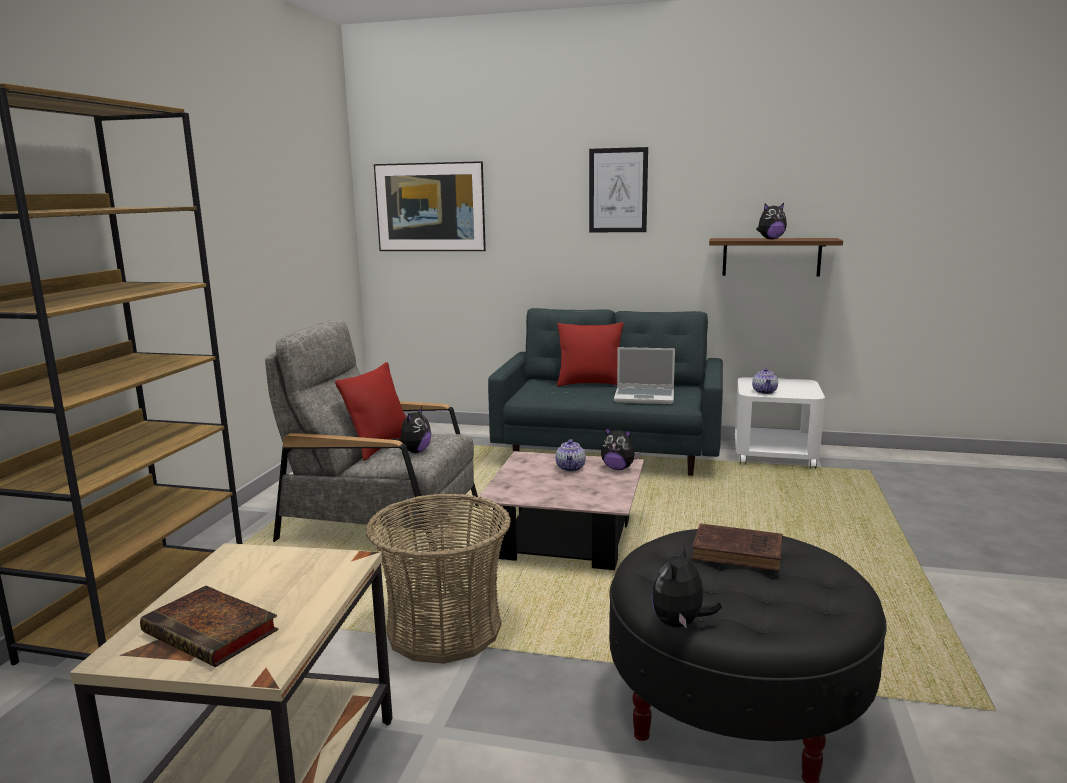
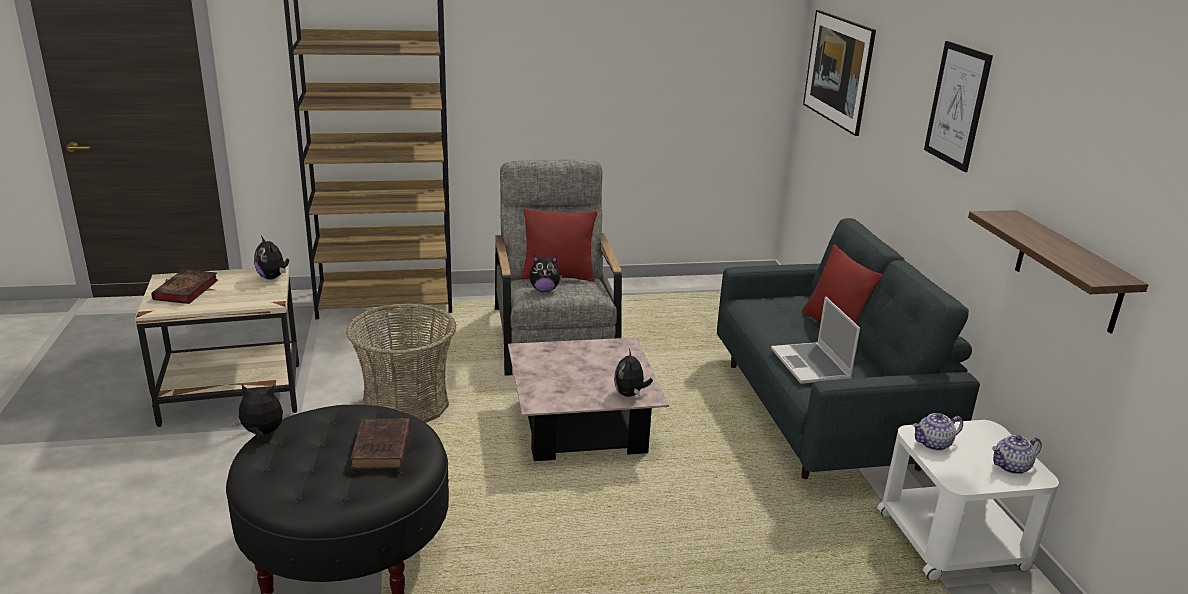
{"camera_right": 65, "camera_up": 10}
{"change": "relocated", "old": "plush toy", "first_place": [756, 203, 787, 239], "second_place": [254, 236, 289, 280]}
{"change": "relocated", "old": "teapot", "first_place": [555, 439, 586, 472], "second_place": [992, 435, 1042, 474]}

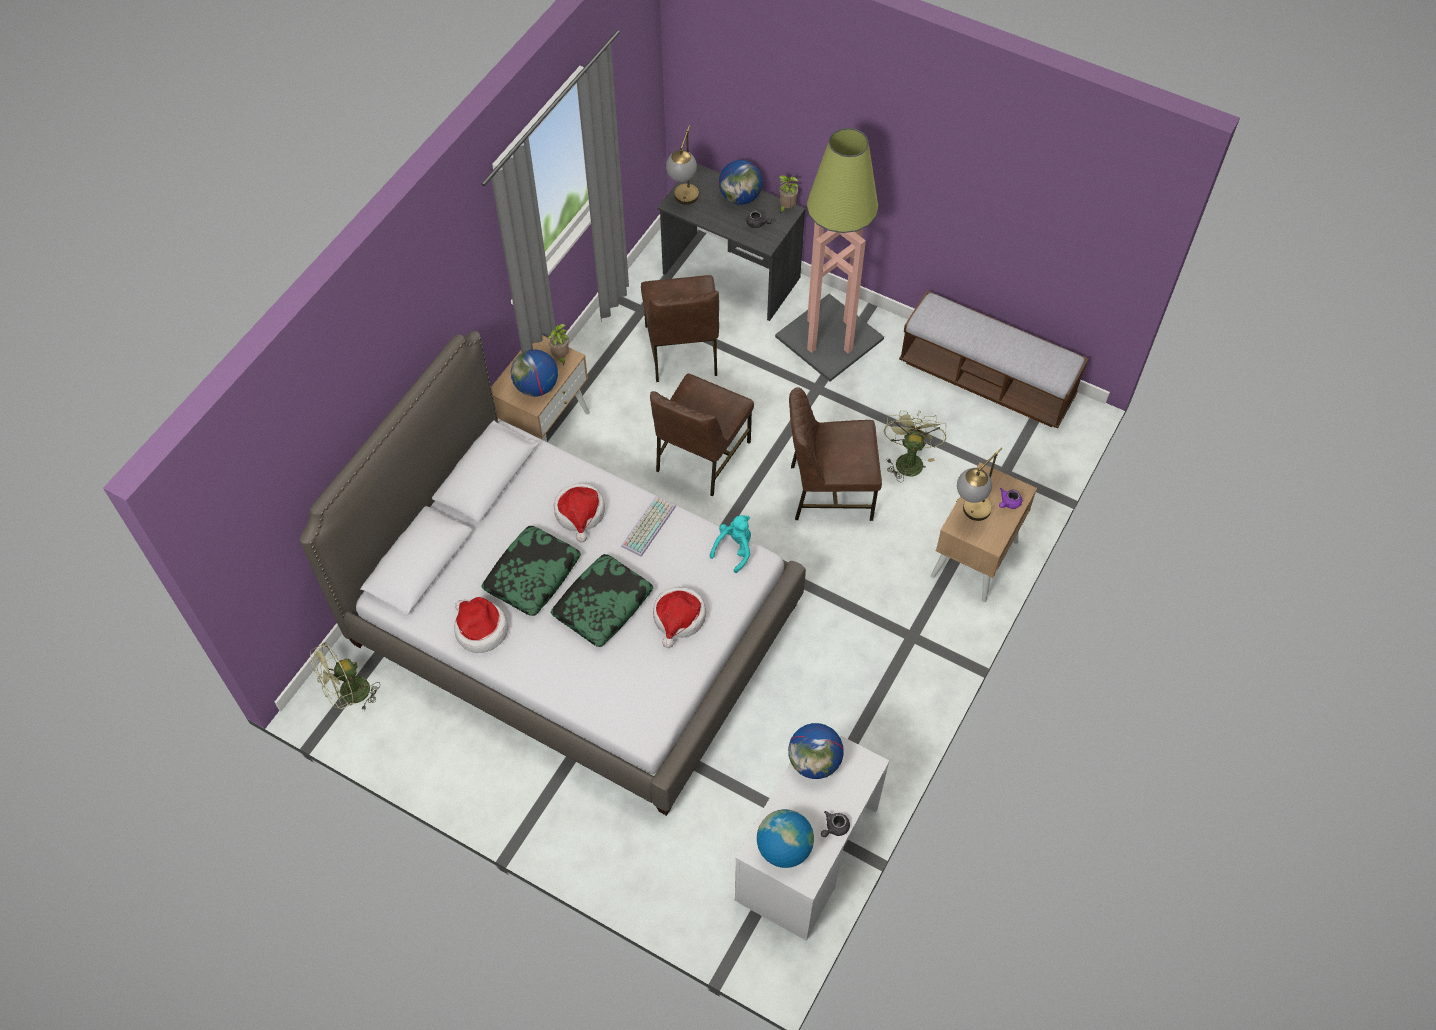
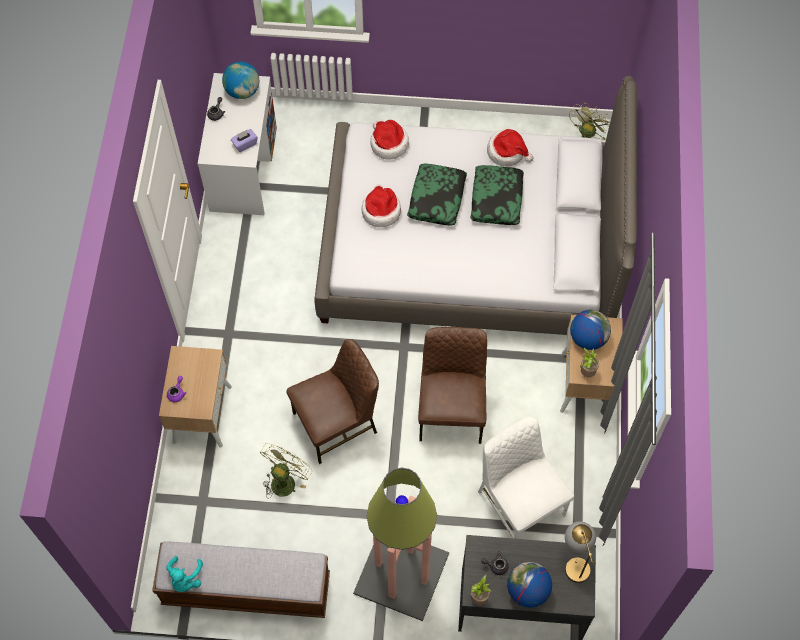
{"camera_right": 155, "camera_up": 5}
{"change": "colour", "old": "brown chair", "new": "white chair", "first_place": [641, 275, 719, 382], "second_place": [478, 417, 574, 539]}
{"change": "spun", "old": "green fan", "first_place": [884, 410, 946, 482], "second_place": [260, 443, 312, 499], "degrees": -135}
{"change": "missing", "old": "table lamp", "first_place": [957, 448, 1002, 521]}
{"change": "relocated", "old": "hat", "first_place": [554, 483, 605, 542], "second_place": [370, 120, 409, 160]}
{"change": "missing", "old": "keyboard", "first_place": [621, 496, 676, 557]}
{"change": "relocated", "old": "turquoise plush toy", "first_place": [710, 515, 751, 573], "second_place": [166, 556, 203, 592]}
{"change": "exchanged", "old": "globe", "new": "purple tissue box", "first_place": [788, 723, 844, 779], "second_place": [231, 129, 258, 152]}

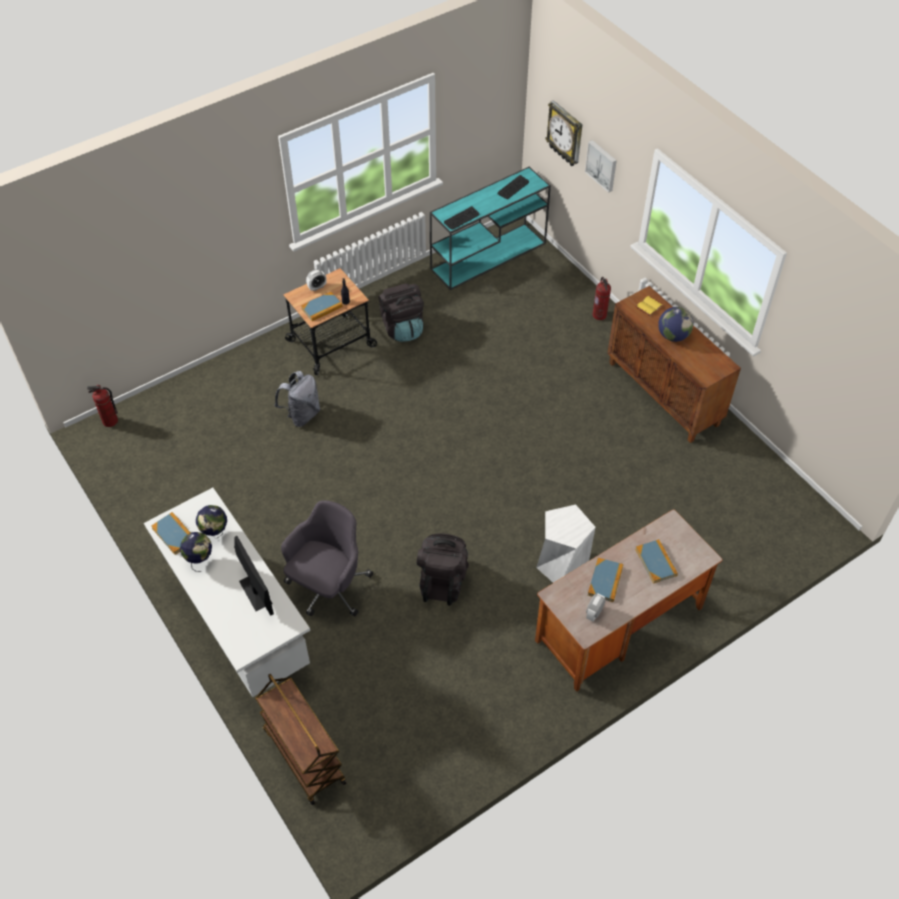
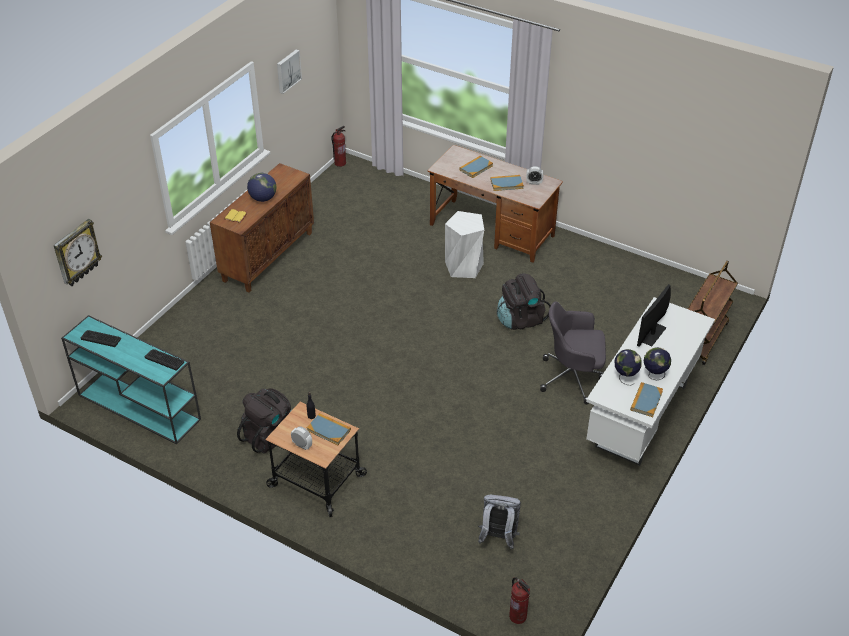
{"camera_right": -115, "camera_up": -10}
{"change": "relocated", "old": "picture", "first_place": [585, 140, 617, 193], "second_place": [277, 49, 302, 94]}
{"change": "relocated", "old": "fire extinguisher", "first_place": [593, 277, 611, 320], "second_place": [331, 126, 346, 167]}
{"change": "relocated", "old": "grey backpack", "first_place": [275, 371, 320, 427], "second_place": [478, 495, 521, 549]}

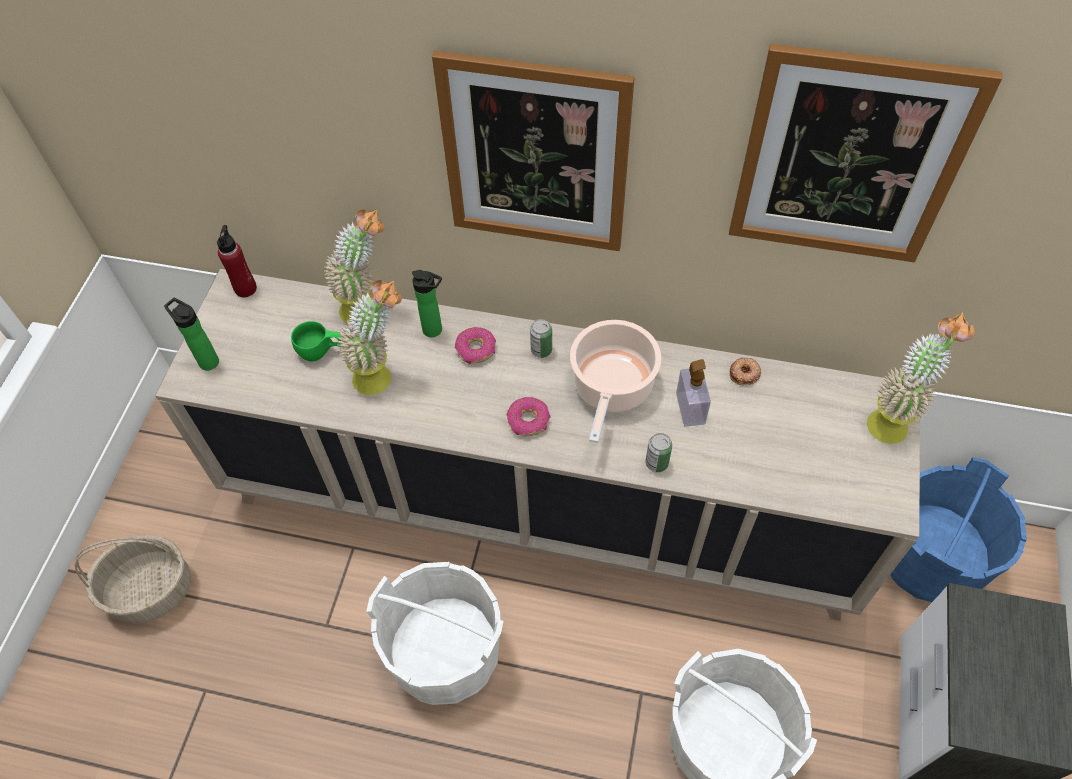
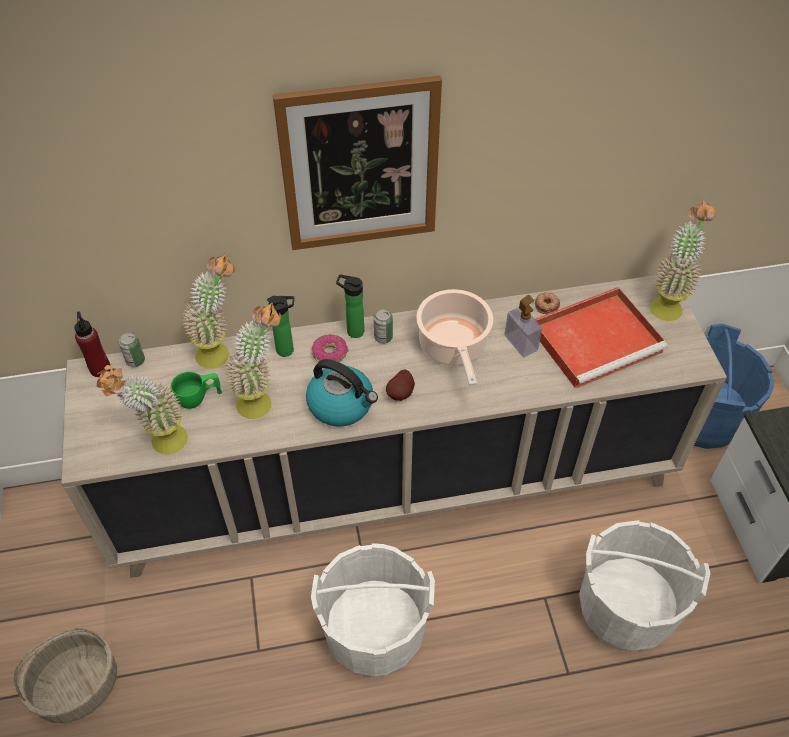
{"camera_right": -25, "camera_up": -5}
{"change": "missing", "old": "picture", "first_place": [729, 44, 1003, 262]}
{"change": "relocated", "old": "bottle", "first_place": [164, 298, 219, 371], "second_place": [336, 275, 364, 338]}
{"change": "exchanged", "old": "donut", "new": "potato", "first_place": [506, 397, 551, 436], "second_place": [386, 369, 415, 401]}
{"change": "relocated", "old": "can", "first_place": [646, 433, 672, 472], "second_place": [119, 332, 145, 367]}
{"change": "appeared", "new": "red tray", "second_place": [535, 287, 668, 389]}
{"change": "appeared", "new": "kettle", "second_place": [306, 359, 378, 427]}
{"change": "appeared", "new": "potted plant", "second_place": [97, 365, 188, 455]}

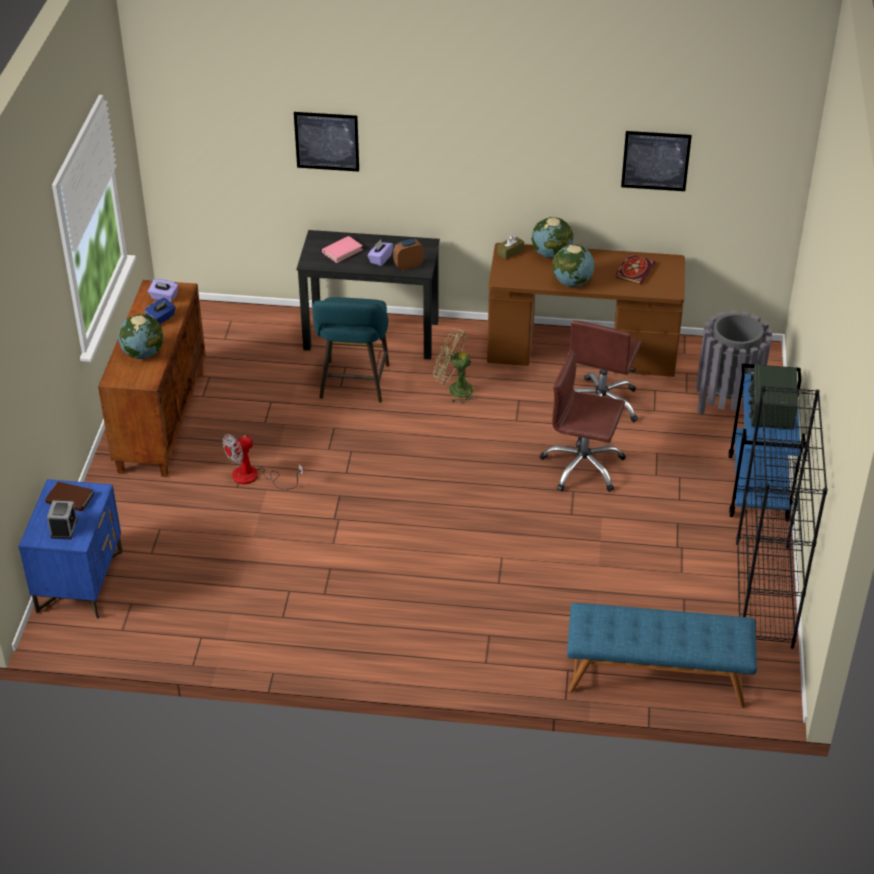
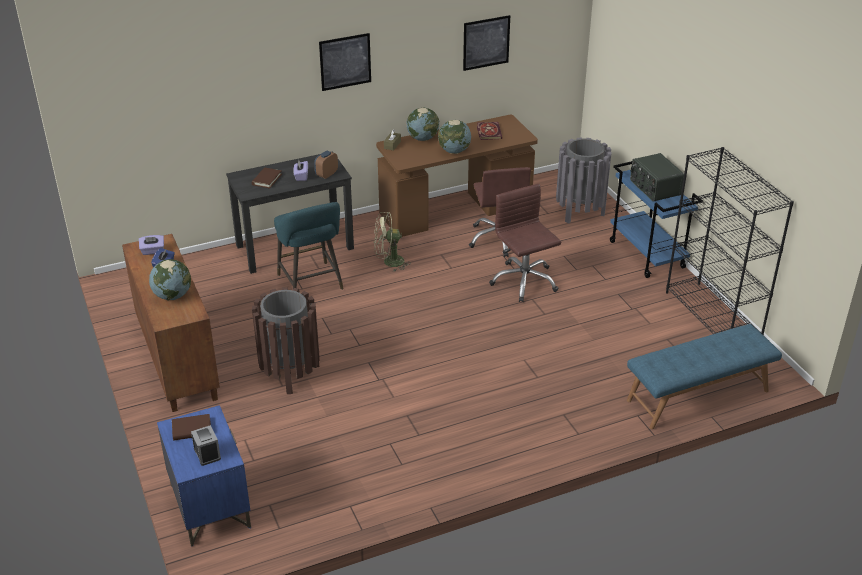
{"camera_right": -30, "camera_up": -5}
{"change": "relocated", "old": "picture", "first_place": [294, 112, 359, 172], "second_place": [319, 33, 371, 91]}
{"change": "colour", "old": "pink book", "new": "brown book", "first_place": [322, 236, 363, 263], "second_place": [252, 168, 282, 189]}
{"change": "spun", "old": "brown office chair", "first_place": [540, 350, 626, 492], "second_place": [489, 184, 561, 302], "degrees": 75}
{"change": "exchanged", "old": "fan", "new": "brown trash can", "first_place": [222, 434, 303, 490], "second_place": [252, 287, 320, 394]}

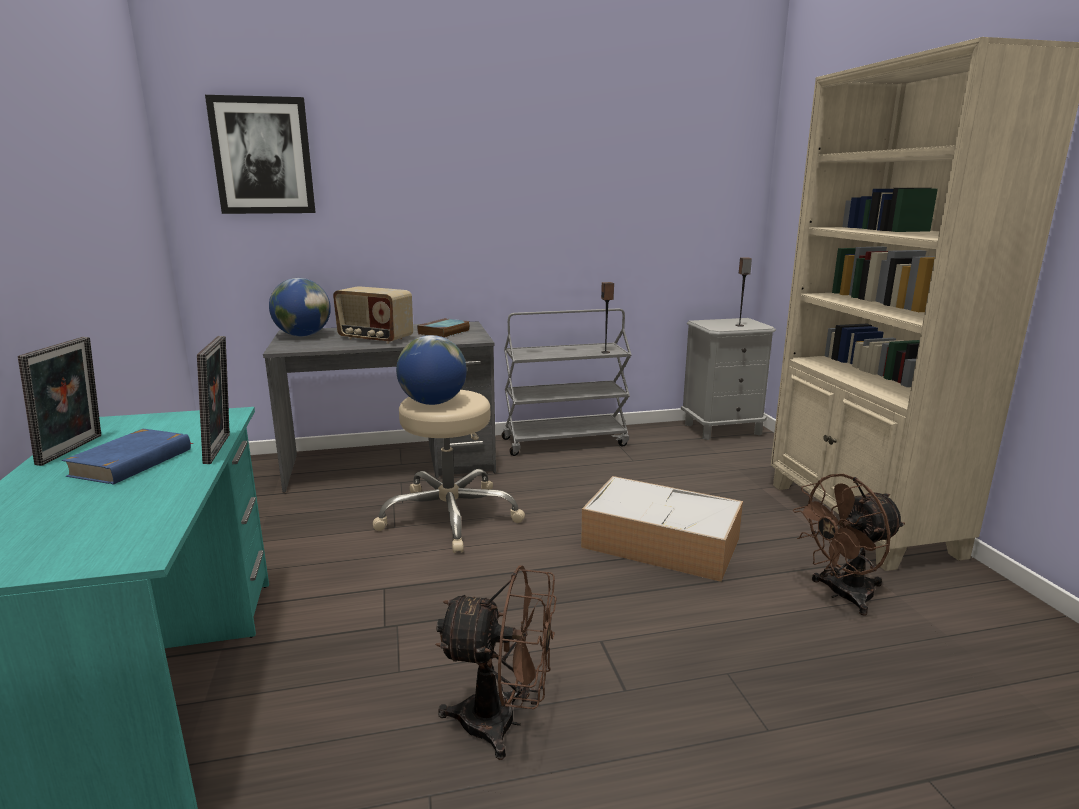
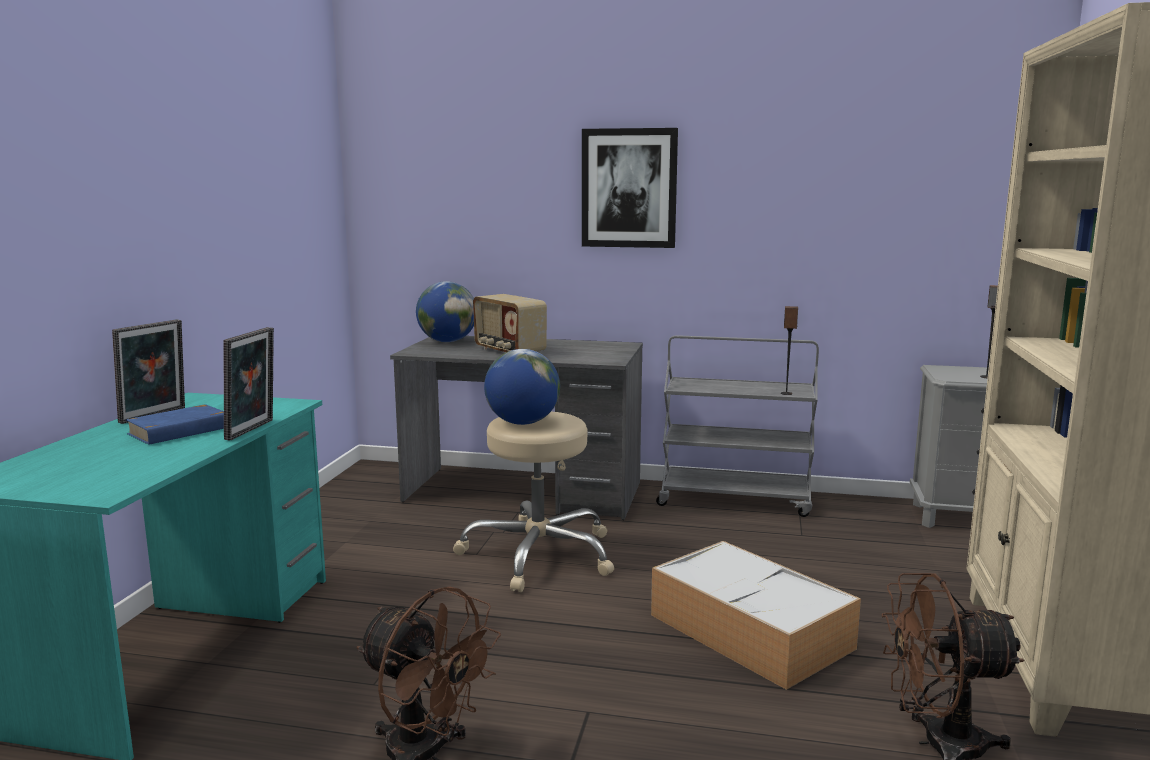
{"camera_right": 25, "camera_up": -5}
{"change": "relocated", "old": "picture", "first_place": [205, 95, 316, 214], "second_place": [582, 128, 678, 248]}
{"change": "missing", "old": "book", "first_place": [417, 318, 470, 338]}

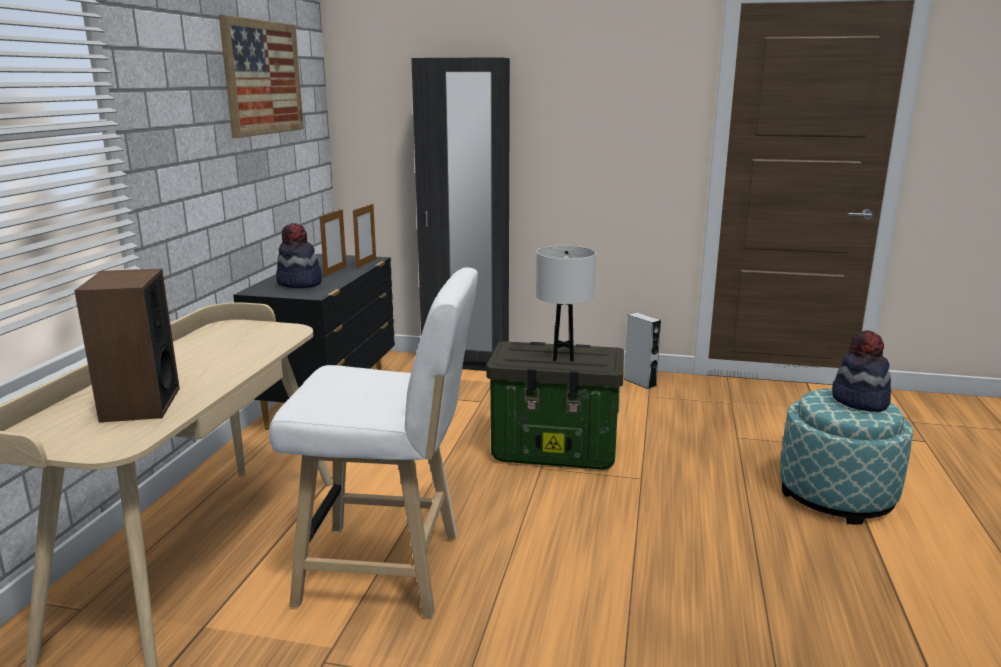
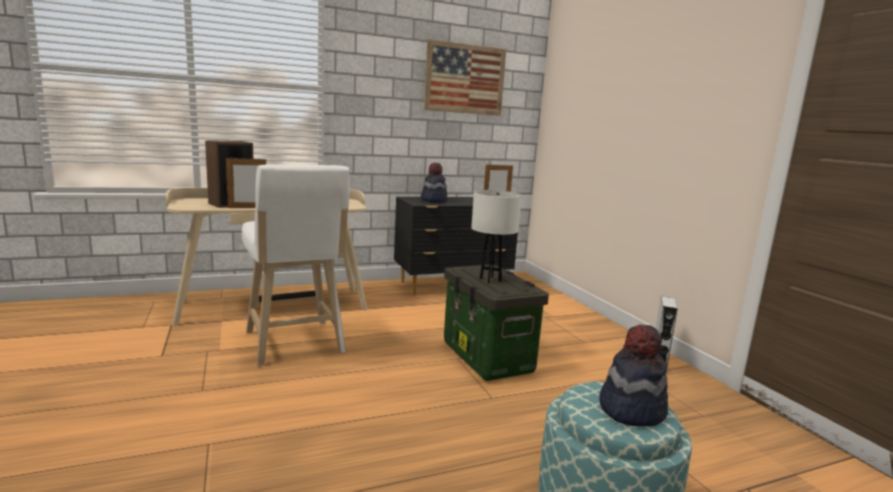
{"camera_right": 55, "camera_up": -5}
{"change": "missing", "old": "black wardrobe", "first_place": [411, 57, 510, 371]}
{"change": "relocated", "old": "picture frame", "first_place": [320, 208, 347, 277], "second_place": [226, 156, 266, 208]}

